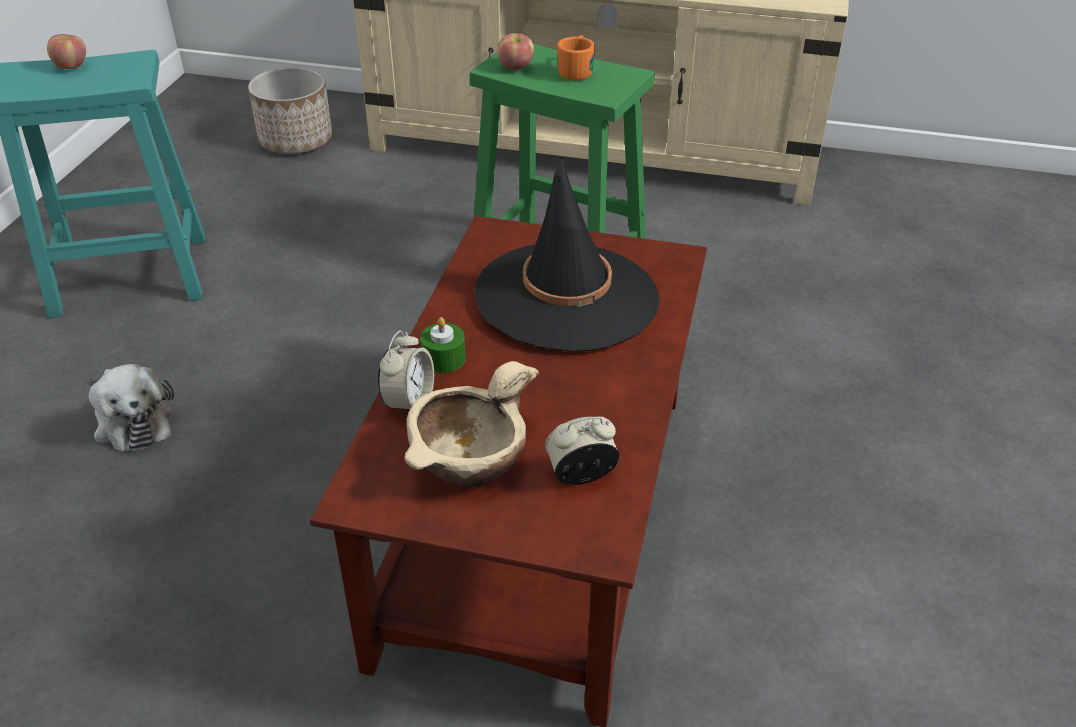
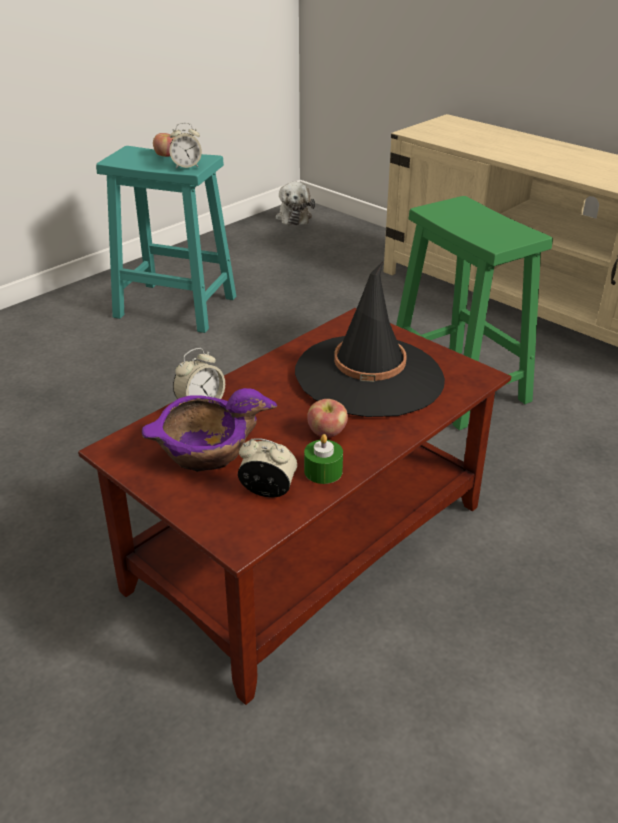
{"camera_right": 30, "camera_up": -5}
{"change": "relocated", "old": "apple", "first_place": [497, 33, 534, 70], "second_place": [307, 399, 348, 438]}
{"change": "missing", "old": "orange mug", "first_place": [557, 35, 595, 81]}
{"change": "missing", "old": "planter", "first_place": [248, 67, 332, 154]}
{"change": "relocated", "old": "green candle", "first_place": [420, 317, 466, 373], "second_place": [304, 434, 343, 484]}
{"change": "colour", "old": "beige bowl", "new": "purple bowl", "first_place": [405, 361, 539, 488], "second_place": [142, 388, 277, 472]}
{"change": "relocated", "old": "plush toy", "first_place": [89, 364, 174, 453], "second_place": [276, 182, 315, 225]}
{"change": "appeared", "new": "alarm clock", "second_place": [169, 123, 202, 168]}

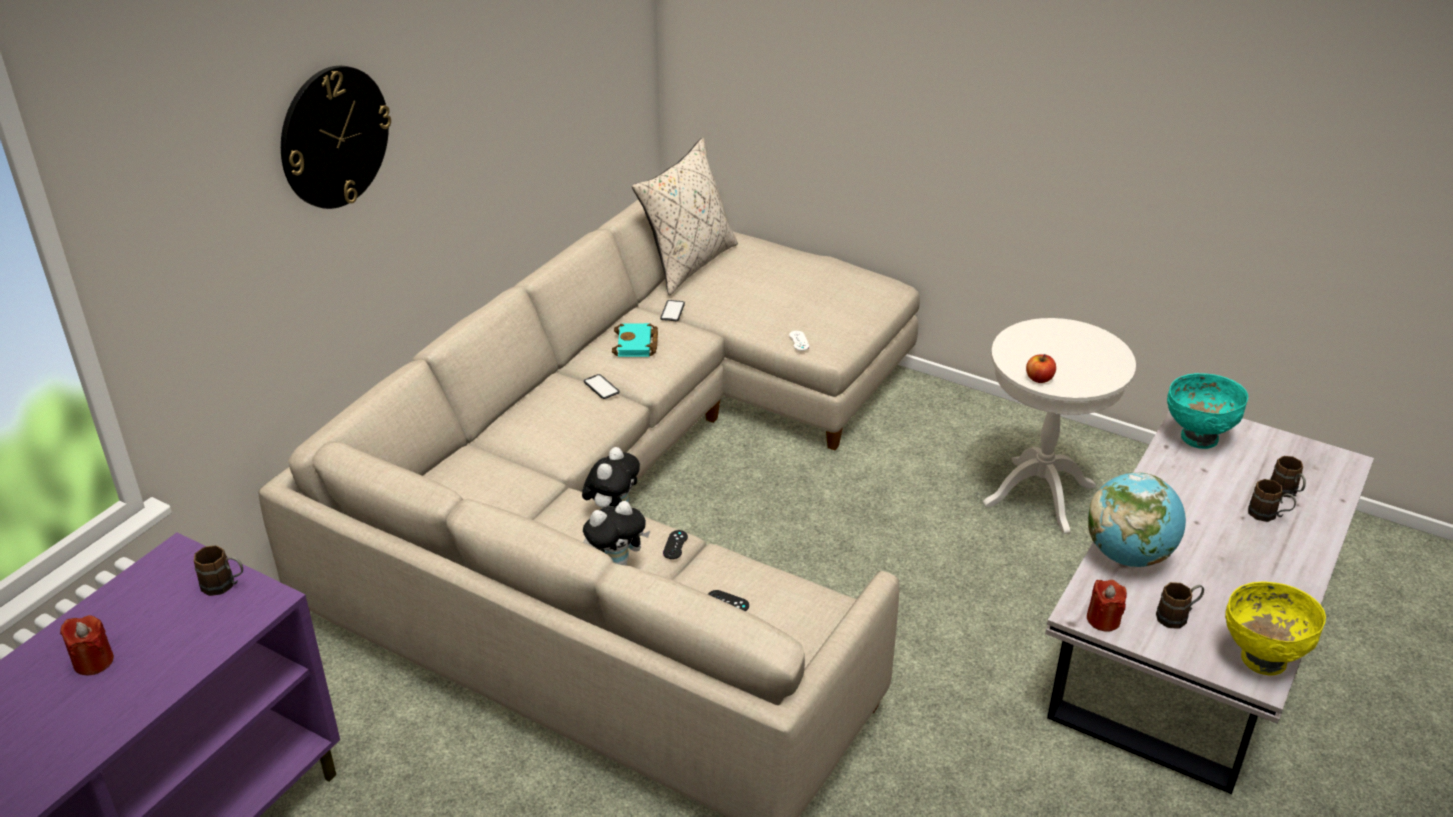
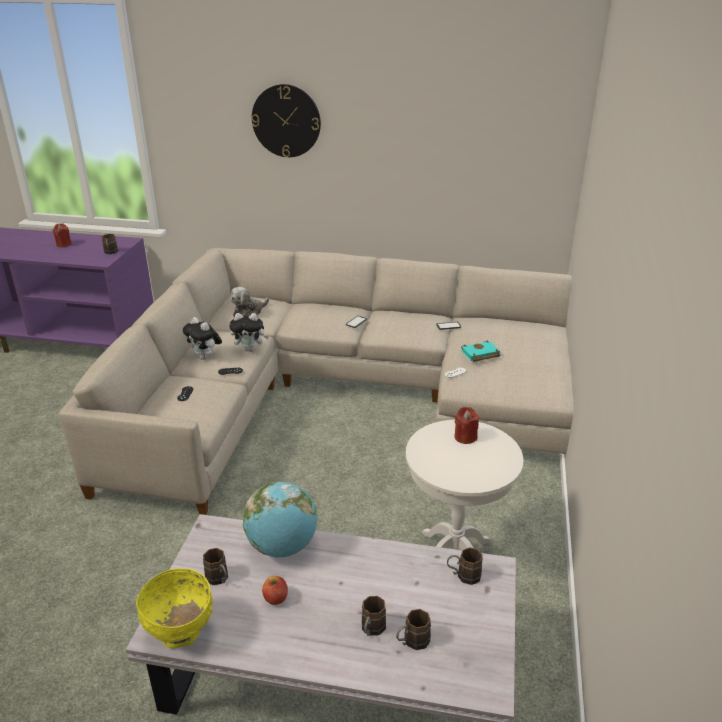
{"camera_right": 70, "camera_up": -5}
{"change": "missing", "old": "beige pillow", "first_place": [632, 138, 738, 295]}
{"change": "relocated", "old": "turquoise book", "first_place": [612, 323, 658, 357], "second_place": [461, 340, 501, 362]}
{"change": "relocated", "old": "apple", "first_place": [1026, 354, 1056, 383], "second_place": [262, 576, 288, 605]}
{"change": "exchanged", "old": "turquoise bowl", "new": "brown mug", "first_place": [1167, 373, 1248, 449], "second_place": [447, 548, 483, 585]}
{"change": "relocated", "old": "red candle", "first_place": [1087, 580, 1127, 632], "second_place": [455, 407, 479, 444]}
{"change": "appeared", "new": "plush toy", "second_place": [230, 287, 269, 317]}

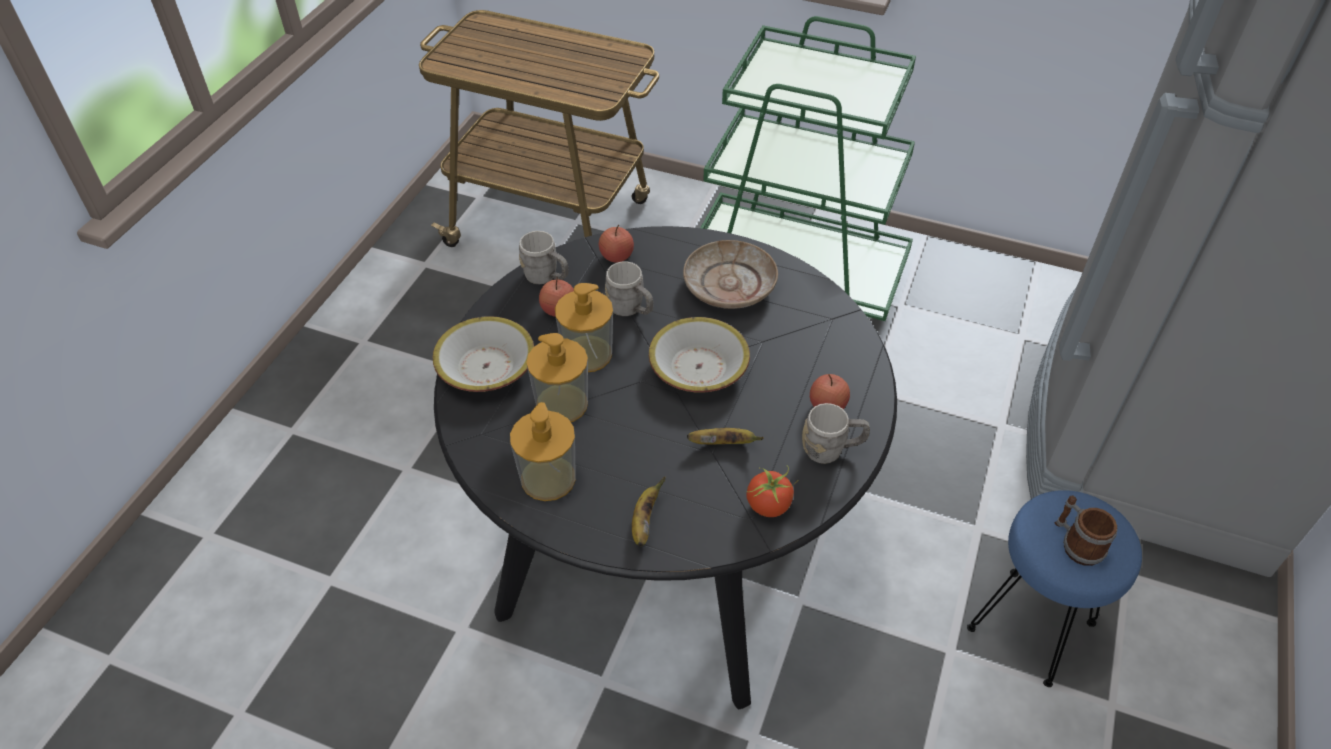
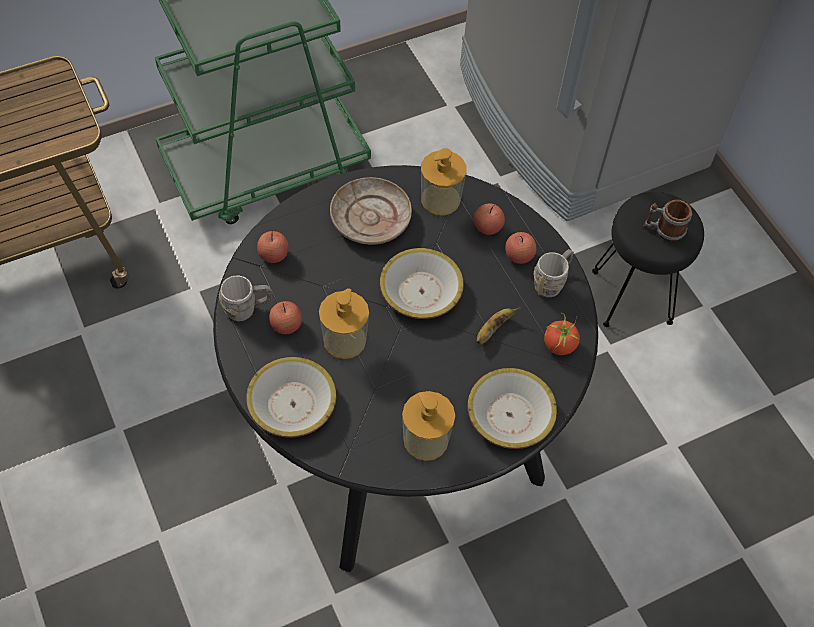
{"camera_right": -50, "camera_up": 10}
{"change": "missing", "old": "grey mug", "first_place": [605, 262, 653, 316]}
{"change": "relocated", "old": "soap dispenser", "first_place": [526, 333, 588, 422], "second_place": [421, 148, 466, 216]}
{"change": "exchanged", "old": "banana", "new": "bowl", "first_place": [632, 476, 665, 546], "second_place": [468, 368, 557, 449]}
{"change": "colour", "old": "blue stool", "new": "black stool", "first_place": [967, 490, 1142, 687], "second_place": [592, 192, 704, 327]}
{"change": "appeared", "new": "apple", "second_place": [474, 203, 505, 235]}

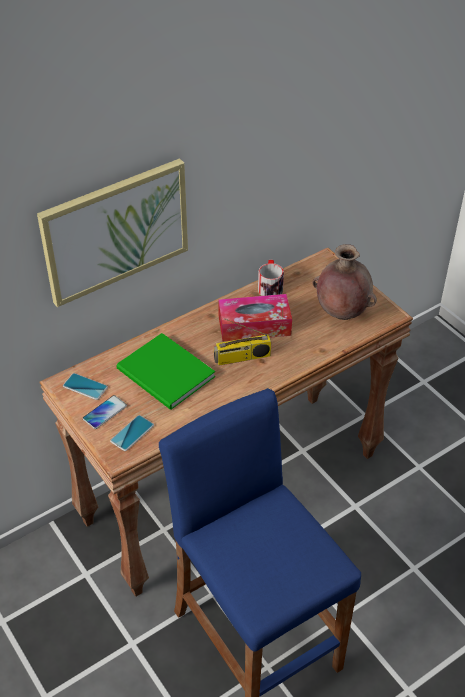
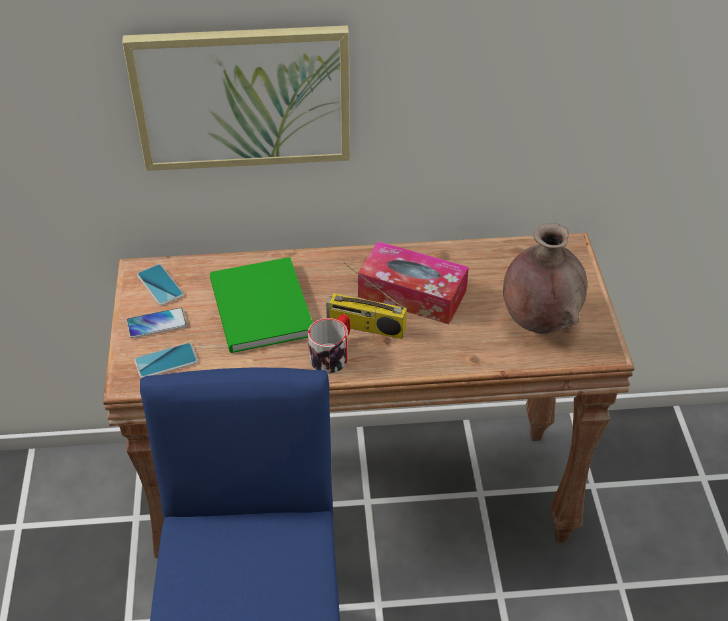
{"camera_right": 30, "camera_up": 0}
{"change": "relocated", "old": "mug", "first_place": [258, 260, 284, 296], "second_place": [308, 314, 350, 373]}

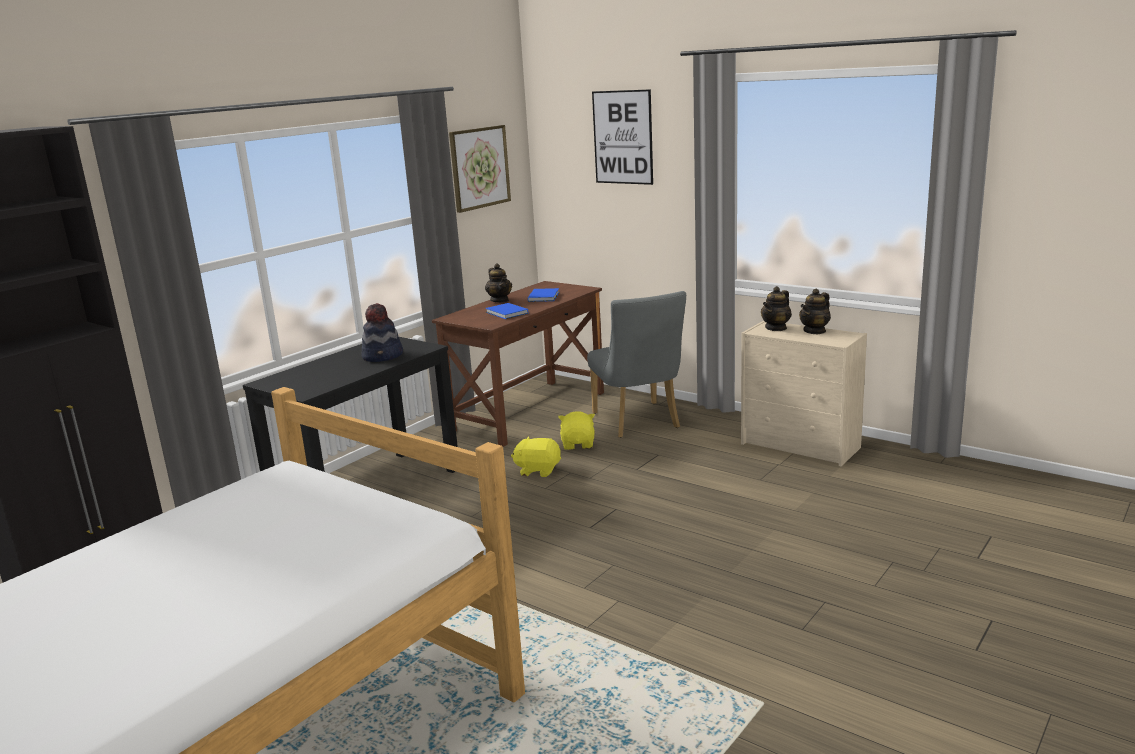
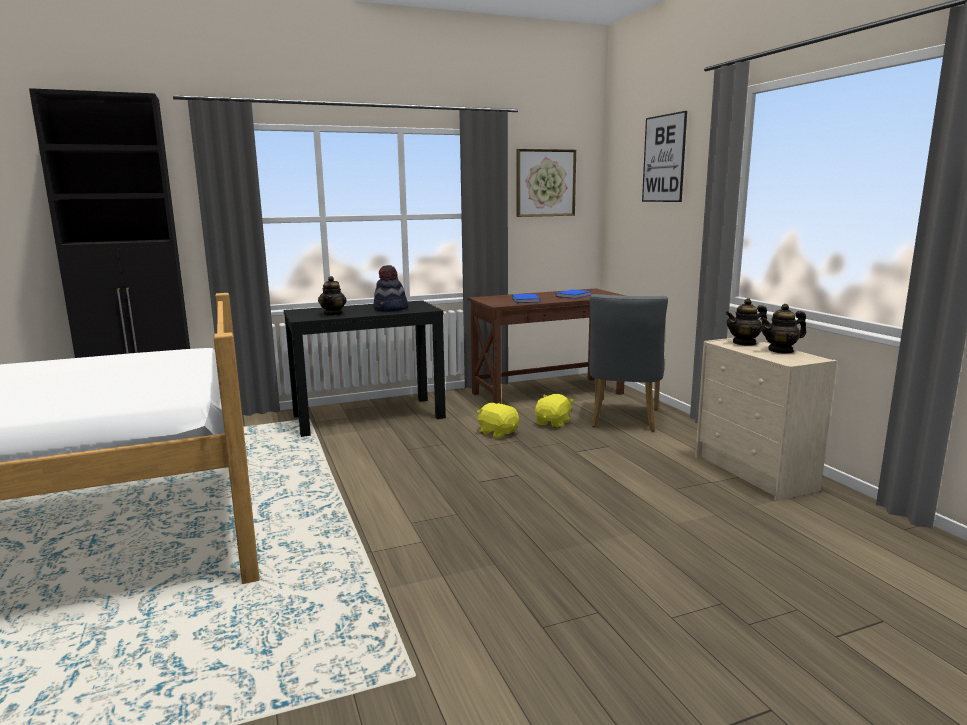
{"camera_right": 30, "camera_up": -5}
{"change": "relocated", "old": "teapot", "first_place": [485, 264, 512, 302], "second_place": [318, 276, 347, 316]}

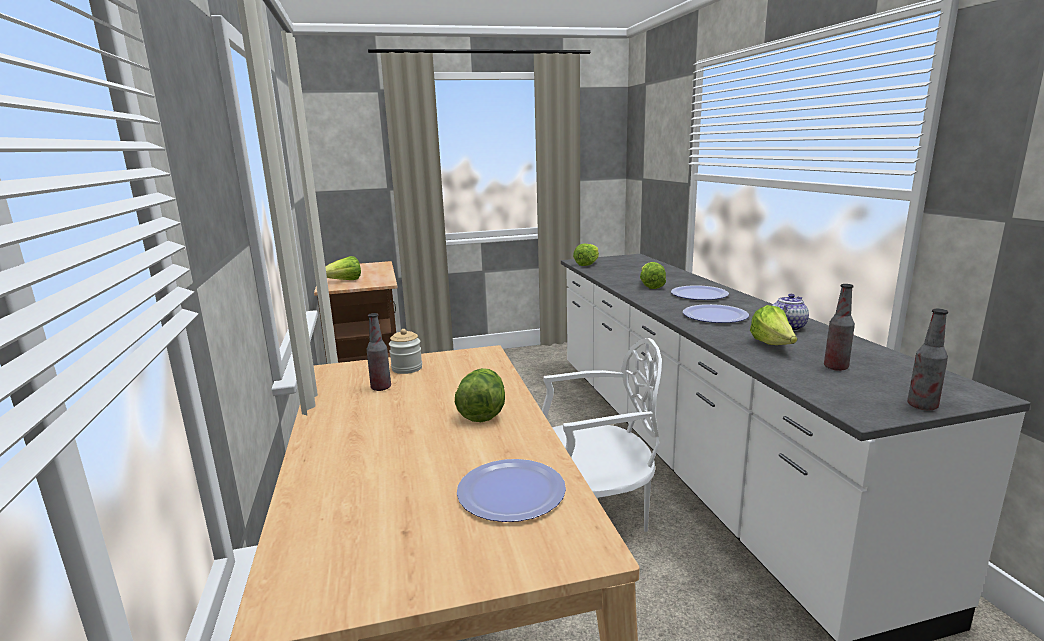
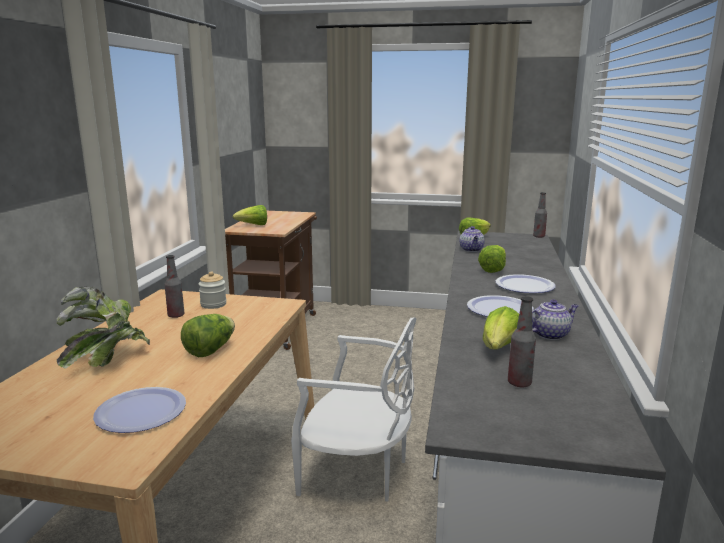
{"camera_right": 25, "camera_up": 0}
{"change": "relocated", "old": "bottle", "first_place": [907, 309, 948, 410], "second_place": [533, 192, 547, 238]}
{"change": "appeared", "new": "teapot", "second_place": [460, 226, 485, 252]}
{"change": "appeared", "new": "potted plant", "second_place": [56, 286, 150, 368]}

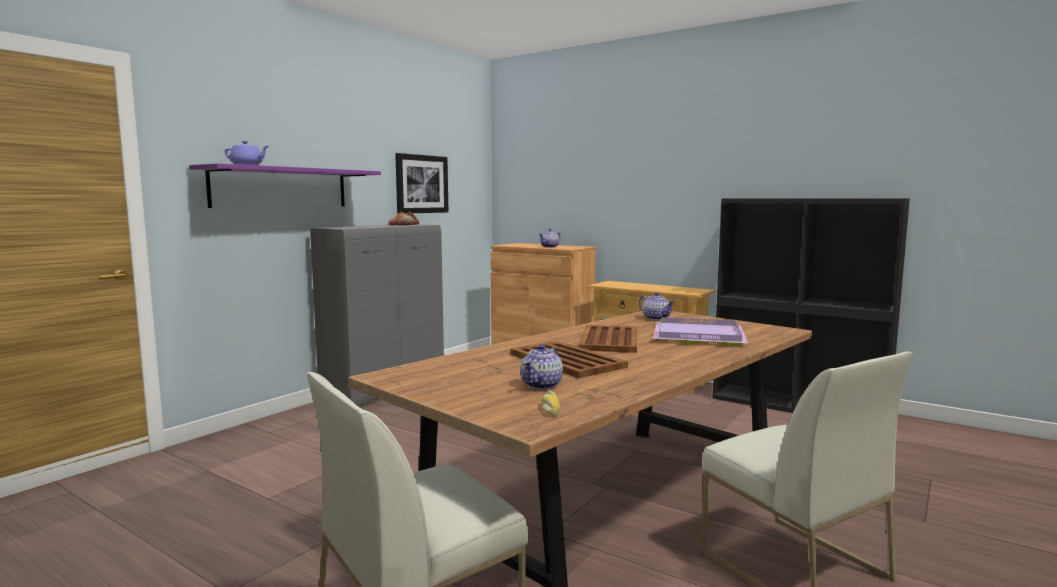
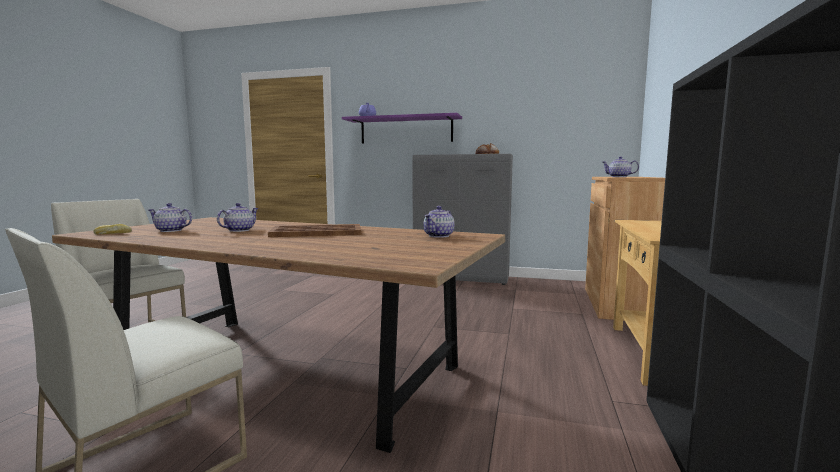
{"camera_right": 70, "camera_up": 0}
{"change": "missing", "old": "picture", "first_place": [395, 153, 448, 214]}
{"change": "missing", "old": "purple tray", "first_place": [653, 317, 748, 346]}
{"change": "exchanged", "old": "brown tray", "new": "teapot", "first_place": [511, 341, 628, 378], "second_place": [217, 203, 259, 232]}

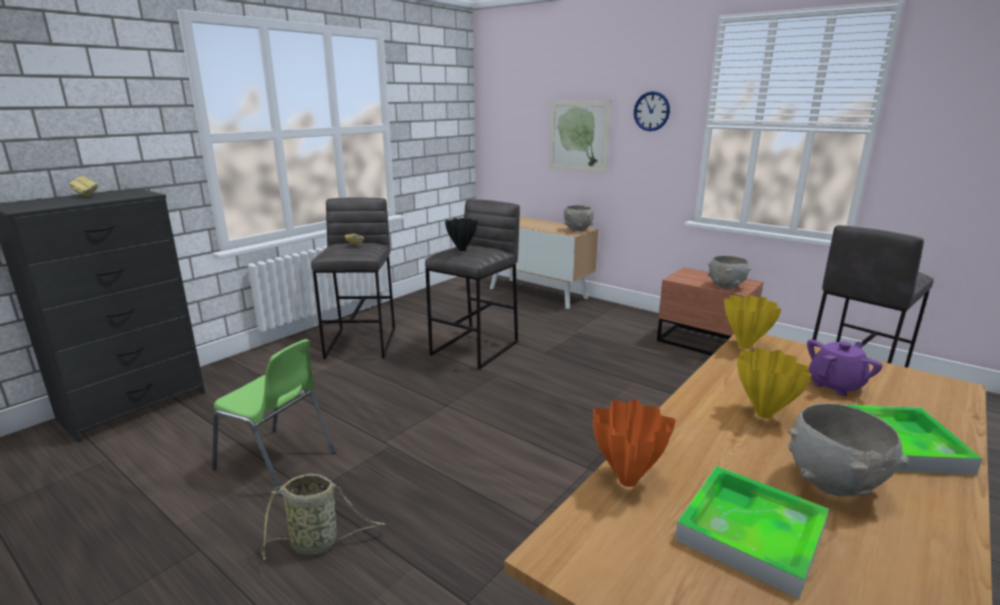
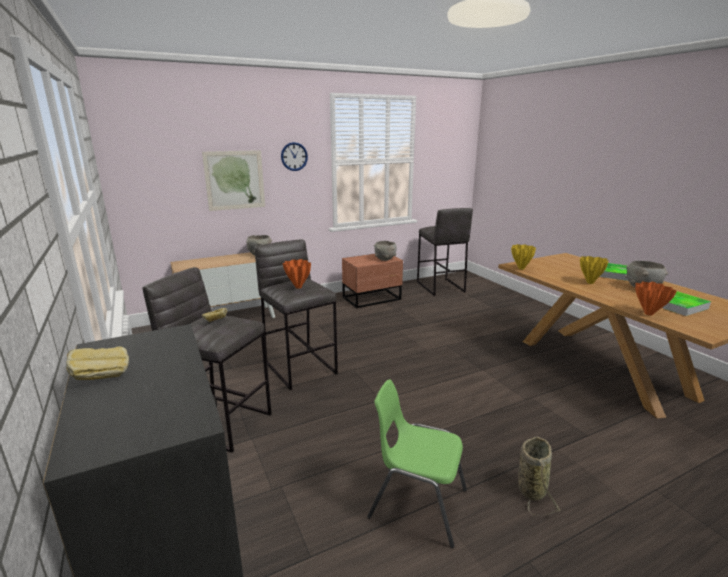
{"camera_right": -65, "camera_up": 0}
{"change": "colour", "old": "black vase", "new": "orange vase", "first_place": [445, 218, 478, 251], "second_place": [283, 259, 311, 289]}
{"change": "spun", "old": "green chair", "first_place": [212, 339, 336, 495], "second_place": [367, 380, 467, 548], "degrees": -120}
{"change": "missing", "old": "purple teapot", "first_place": [807, 339, 883, 396]}

